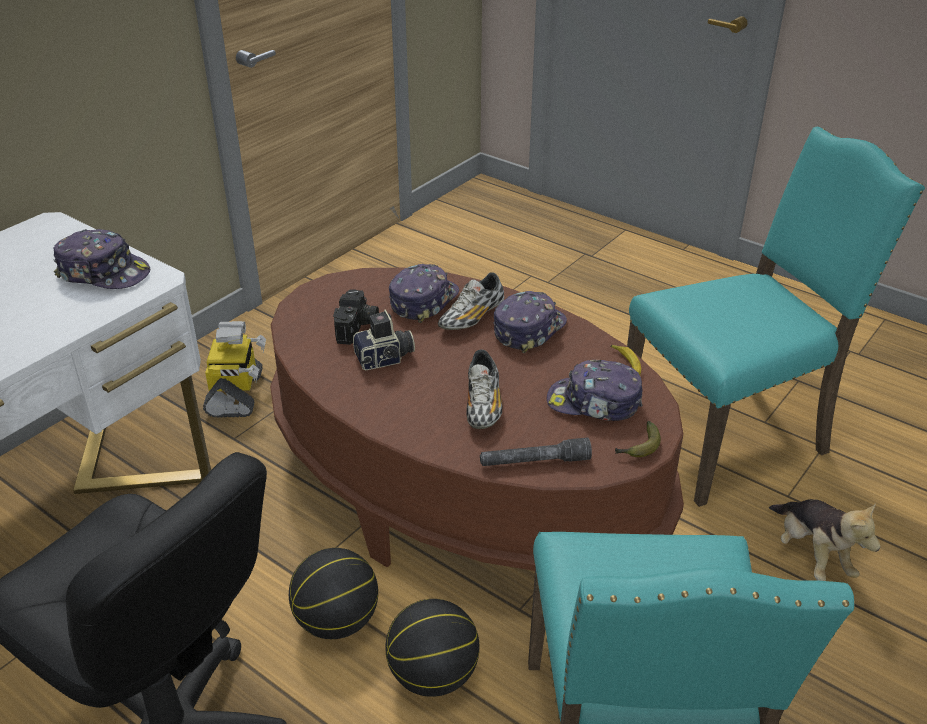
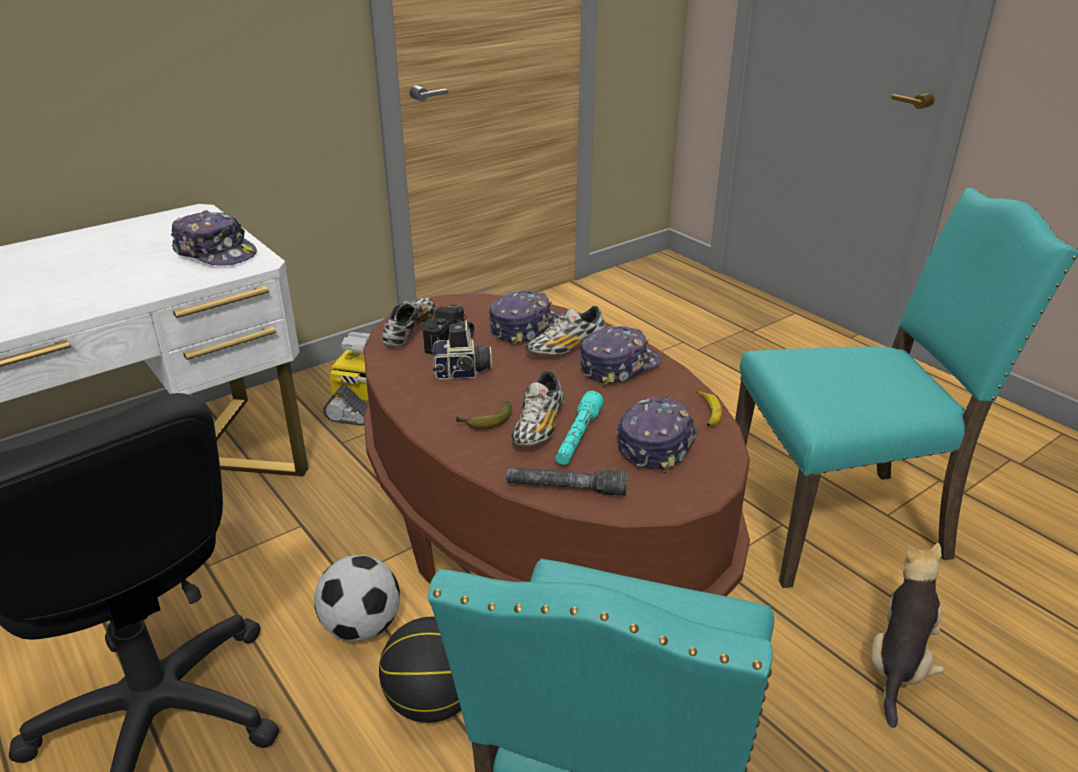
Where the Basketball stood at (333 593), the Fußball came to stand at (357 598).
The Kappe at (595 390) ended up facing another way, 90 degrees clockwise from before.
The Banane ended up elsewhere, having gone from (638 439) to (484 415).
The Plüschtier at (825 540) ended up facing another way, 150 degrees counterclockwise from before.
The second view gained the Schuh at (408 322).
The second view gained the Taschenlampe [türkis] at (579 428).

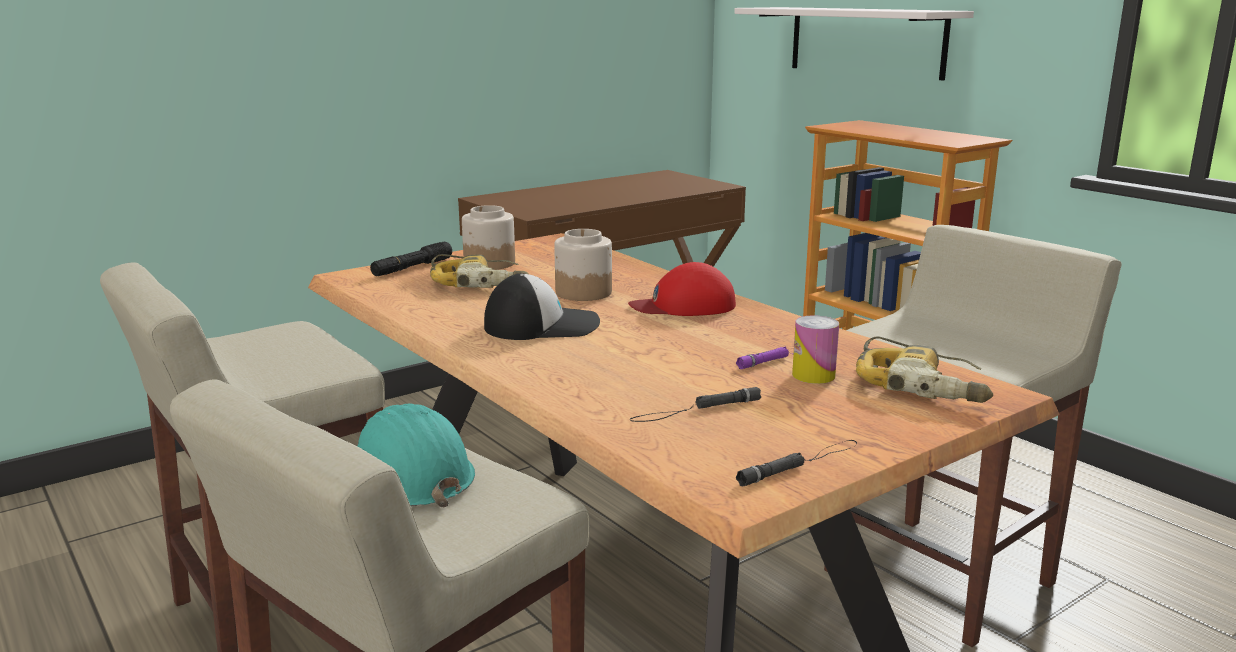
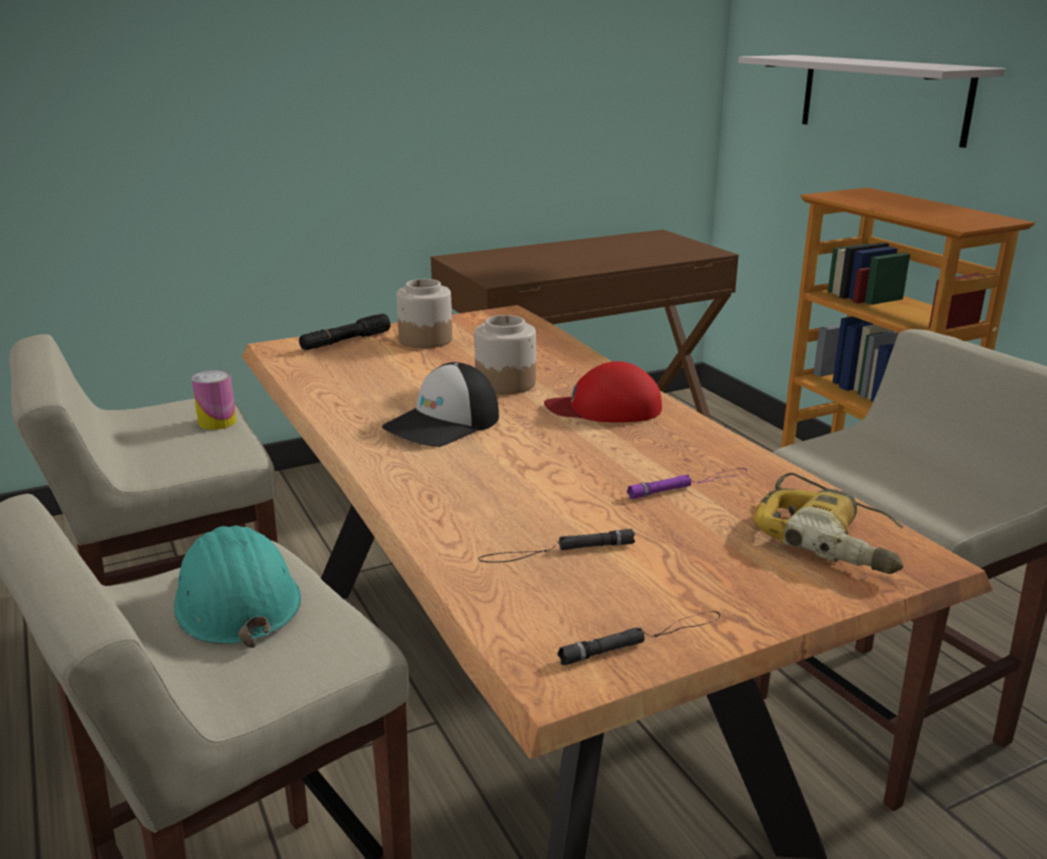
The second view lost the Bohrmaschine at (479 271).
The Kappe at (542 307) ended up facing another way, 135 degrees clockwise from before.
The Dose ended up elsewhere, having gone from (815 349) to (214 400).

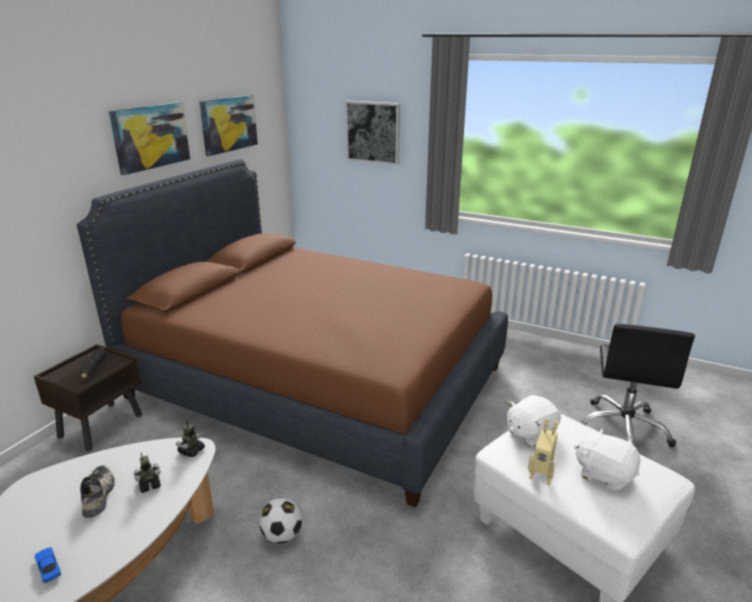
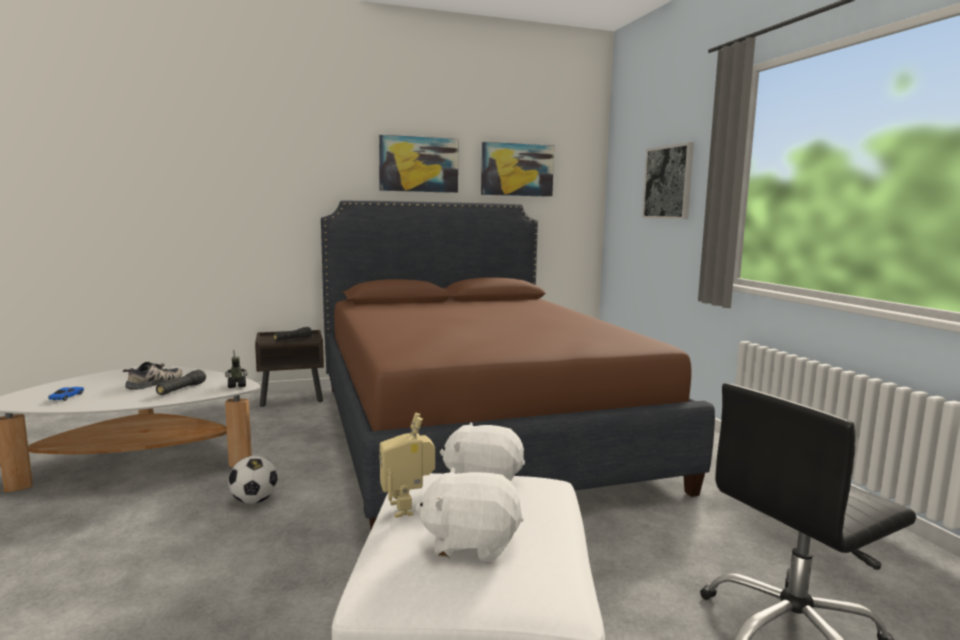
Where the Spielzeugroboter stood at (147 472), the Taschenlampe [schwarz] came to stand at (181 382).
The Plüschtier [weiß] at (607 459) ended up facing another way, 75 degrees counterclockwise from before.

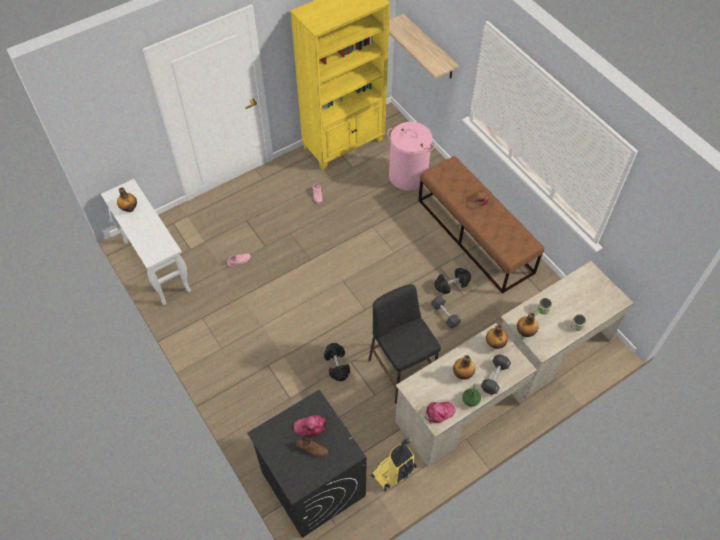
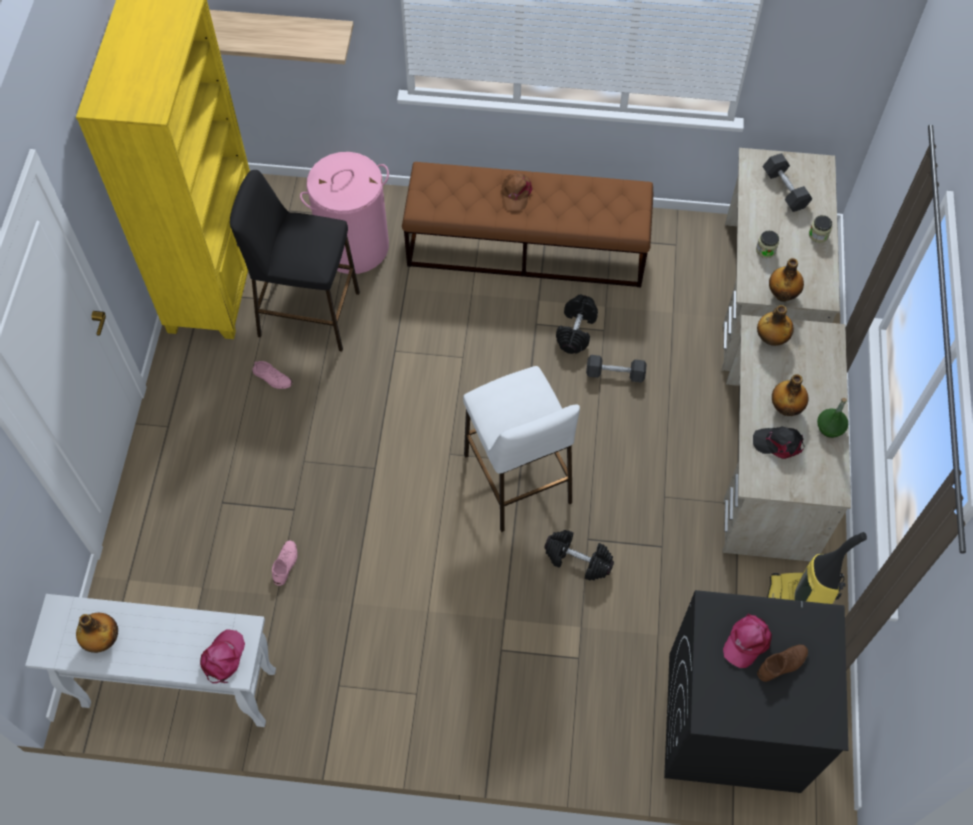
The Hocker [schwarz] ended up elsewhere, having gone from (405 344) to (295 260).
The Kappe [rosa] ended up elsewhere, having gone from (440 413) to (222 656).
The Hantel [schwarz] ended up elsewhere, having gone from (496 374) to (787 182).
The second view gained the Hocker [weiß] at (521 449).
The second view gained the Kappe [schwarz] at (778 442).

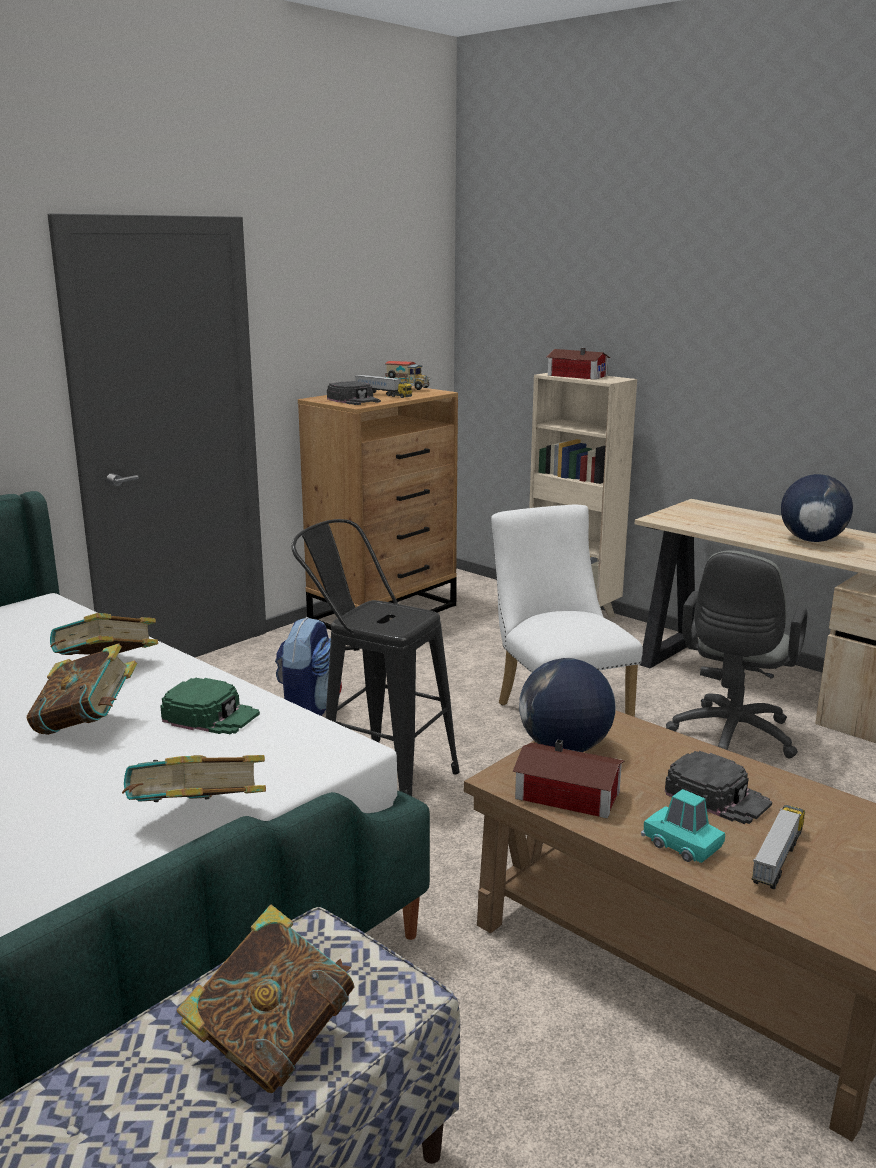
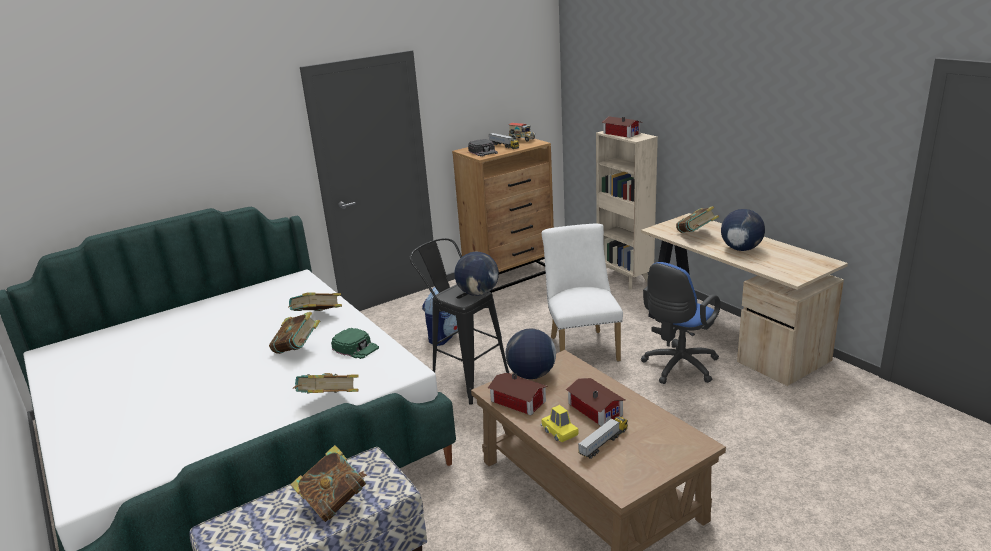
What was the Spielzeugauto [türkis] at (683 826) turned into the Spielzeugauto [gelb] at (560 423).
Where the Kappe [schwarz] stood at (718 787), the Spielzeughaus came to stand at (595 402).
What was the Bürostuhl [grau] at (736 654) turned into the Bürostuhl [blau] at (680 323).
The second view gained the Globus at (476 274).
The second view gained the Buch at (697 219).

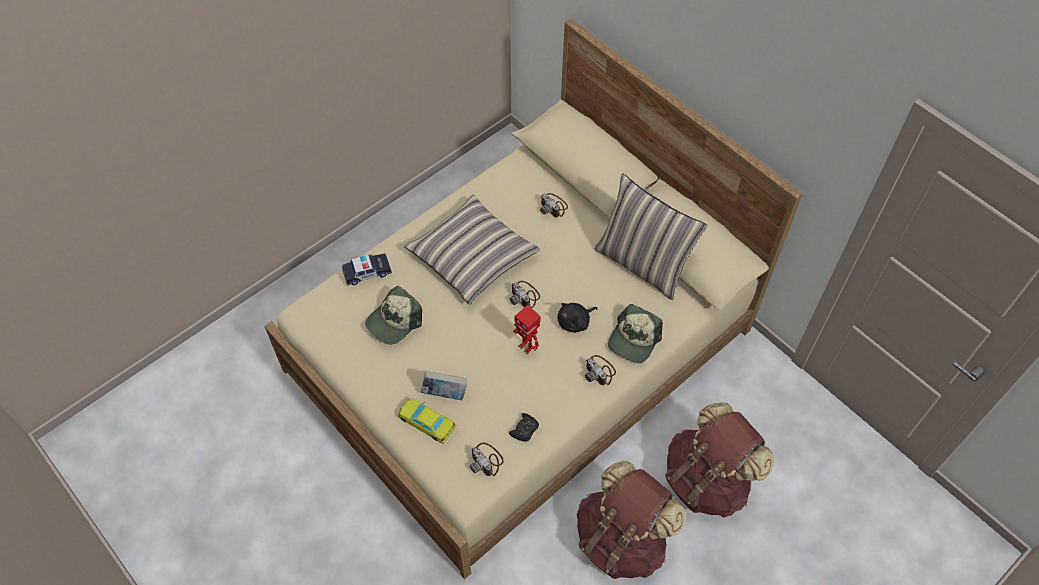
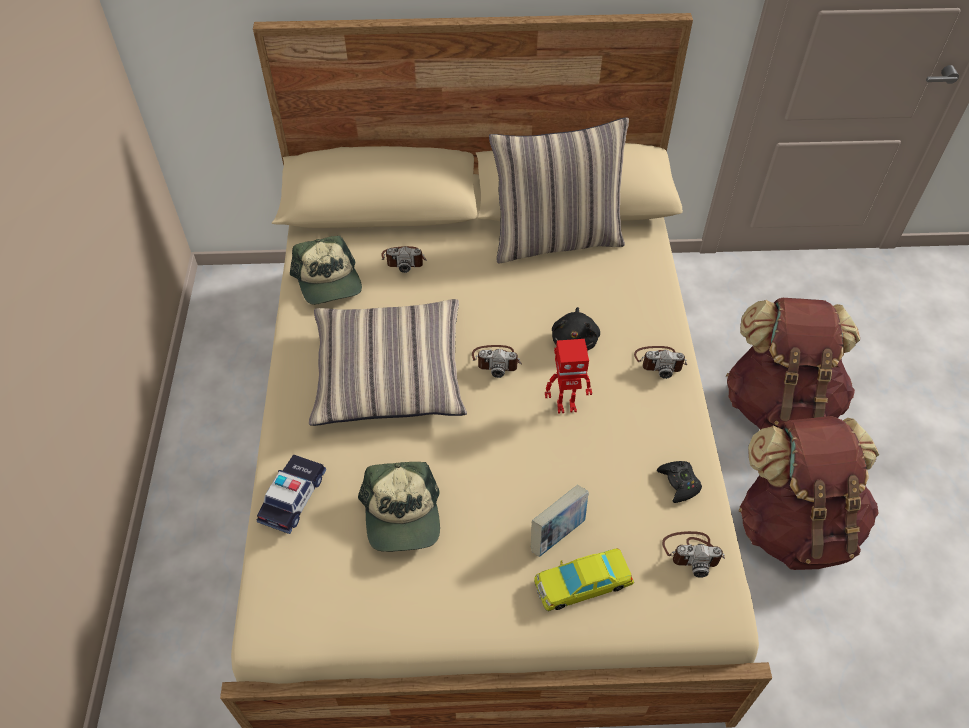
The Kappe ended up elsewhere, having gone from (635 333) to (326 270).

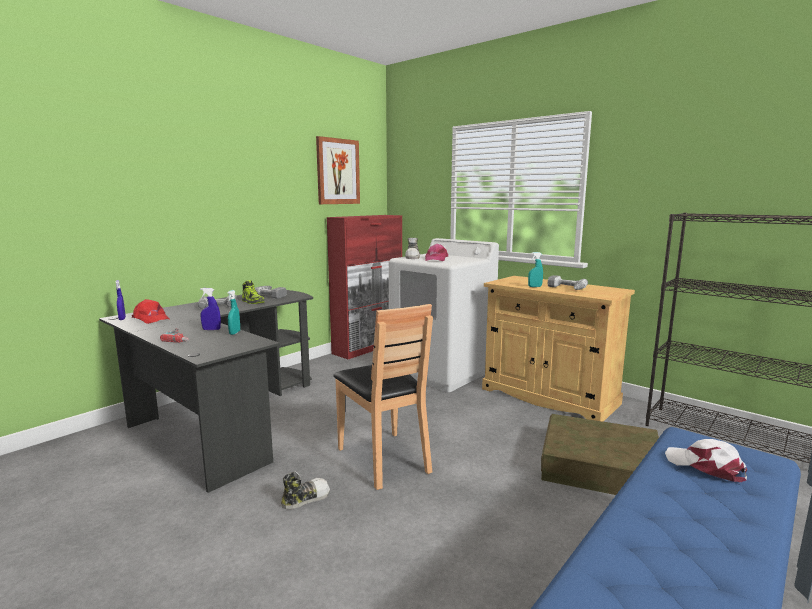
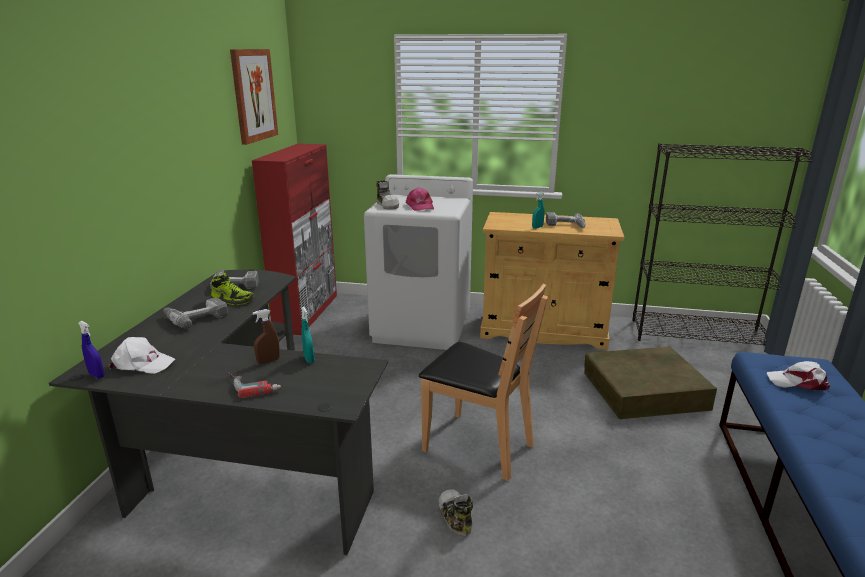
What was the Kappe [rot] at (150 311) turned into the Kappe [weiß] at (142 355).
What was the Sprühflasche [blau] at (210 309) turned into the Sprühflasche [braun] at (266 336).
The Schuh at (305 490) ended up facing another way, 45 degrees counterclockwise from before.

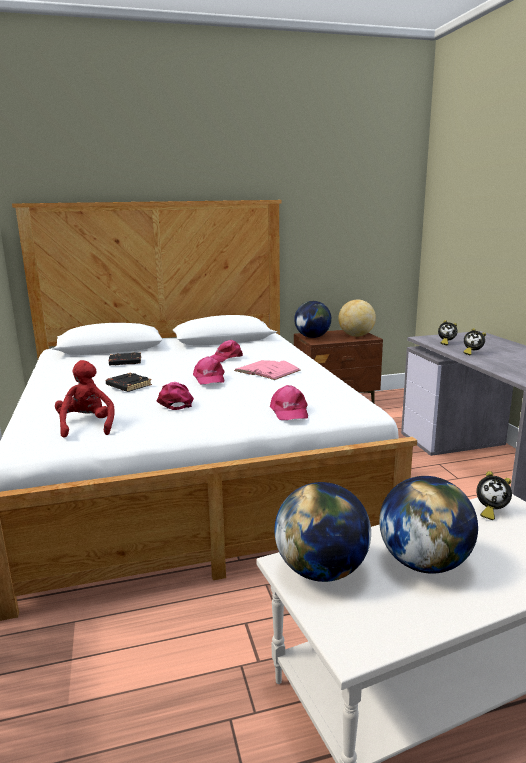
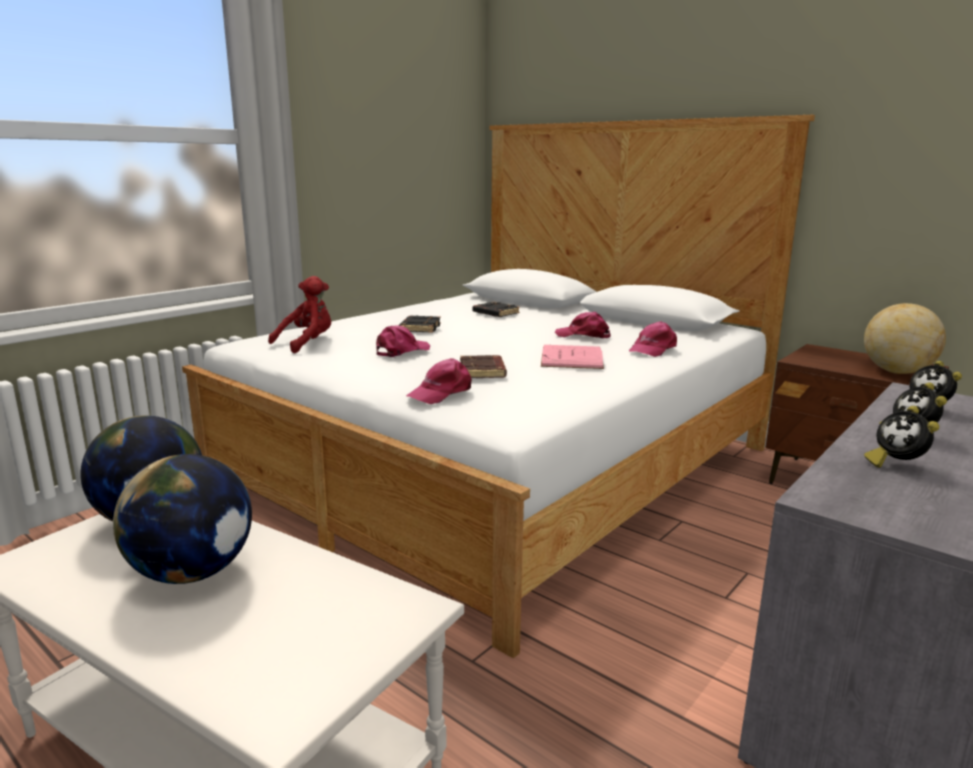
The Kappe [rosa] ended up elsewhere, having gone from (209 370) to (653 339).
The second view lost the Globus at (313 319).
The Wecker ended up elsewhere, having gone from (494 495) to (901 437).
The second view gained the Buch [braun] at (483 366).

